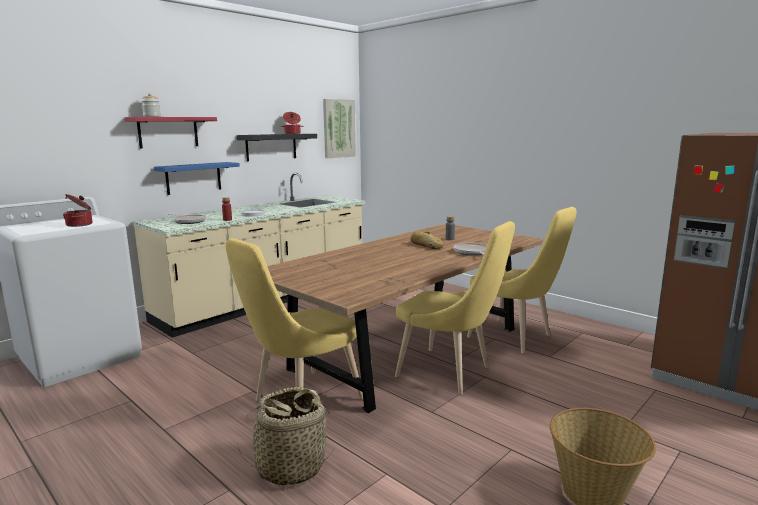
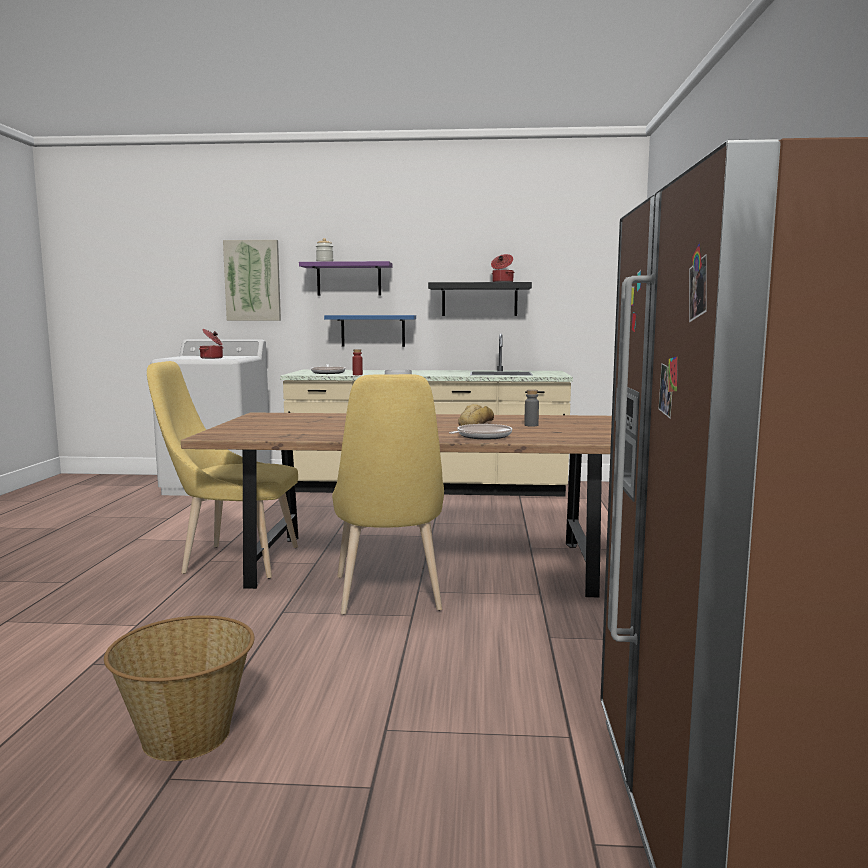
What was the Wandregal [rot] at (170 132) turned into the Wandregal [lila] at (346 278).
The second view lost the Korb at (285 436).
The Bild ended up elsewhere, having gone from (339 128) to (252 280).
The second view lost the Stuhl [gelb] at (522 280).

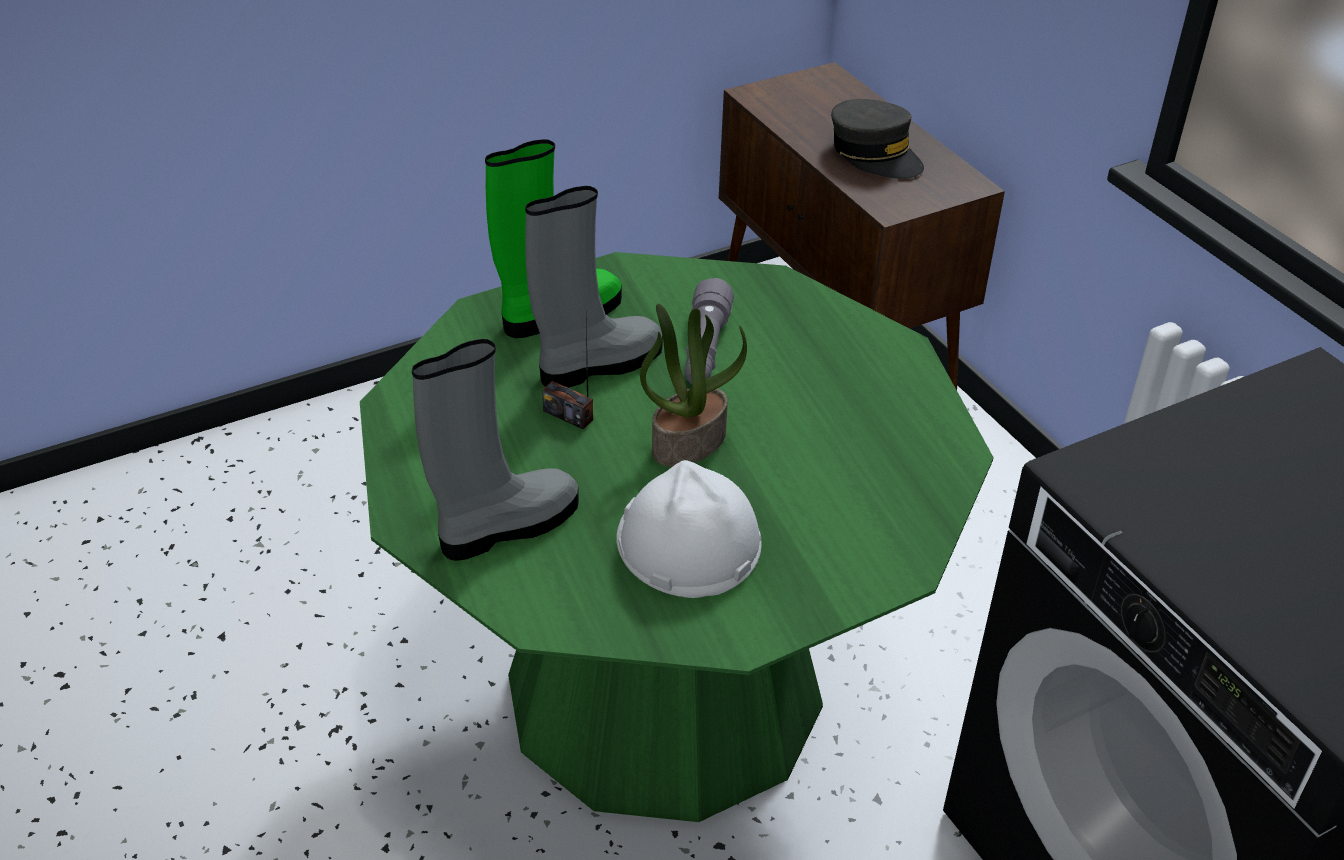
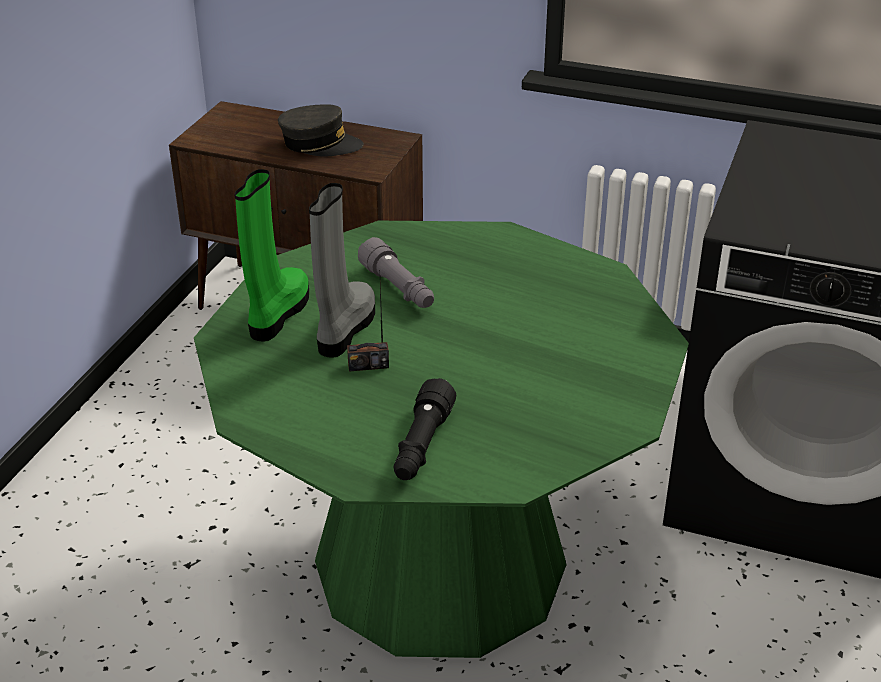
Where the Stiefel [grau] stood at (495 450), the Taschenlampe [schwarz] came to stand at (425 429).
The second view lost the Schutzhelm [weiß] at (689 529).
The second view lost the Topfpflanze at (693 385).

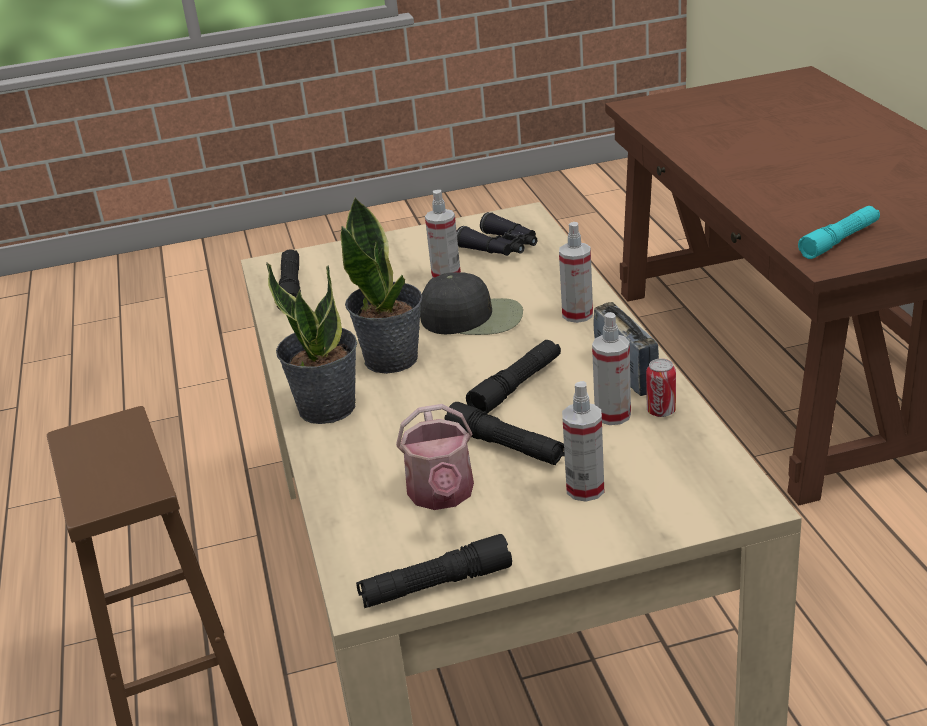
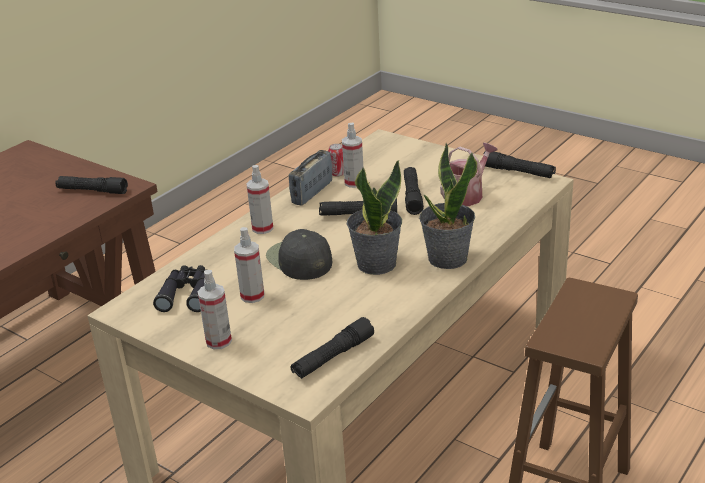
The Sprühflasche ended up elsewhere, having gone from (583 441) to (215 309).
What was the Taschenlampe [türkis] at (839 232) turned into the Taschenlampe [schwarz] at (91 185).

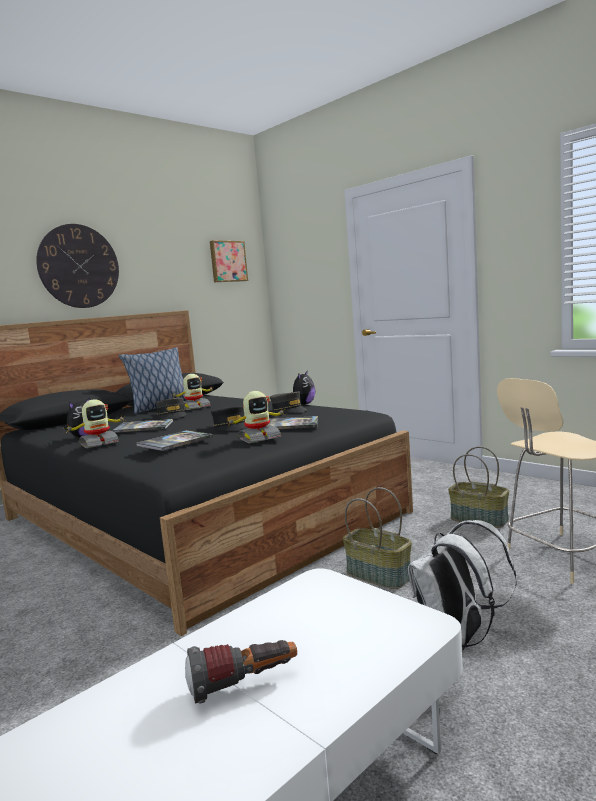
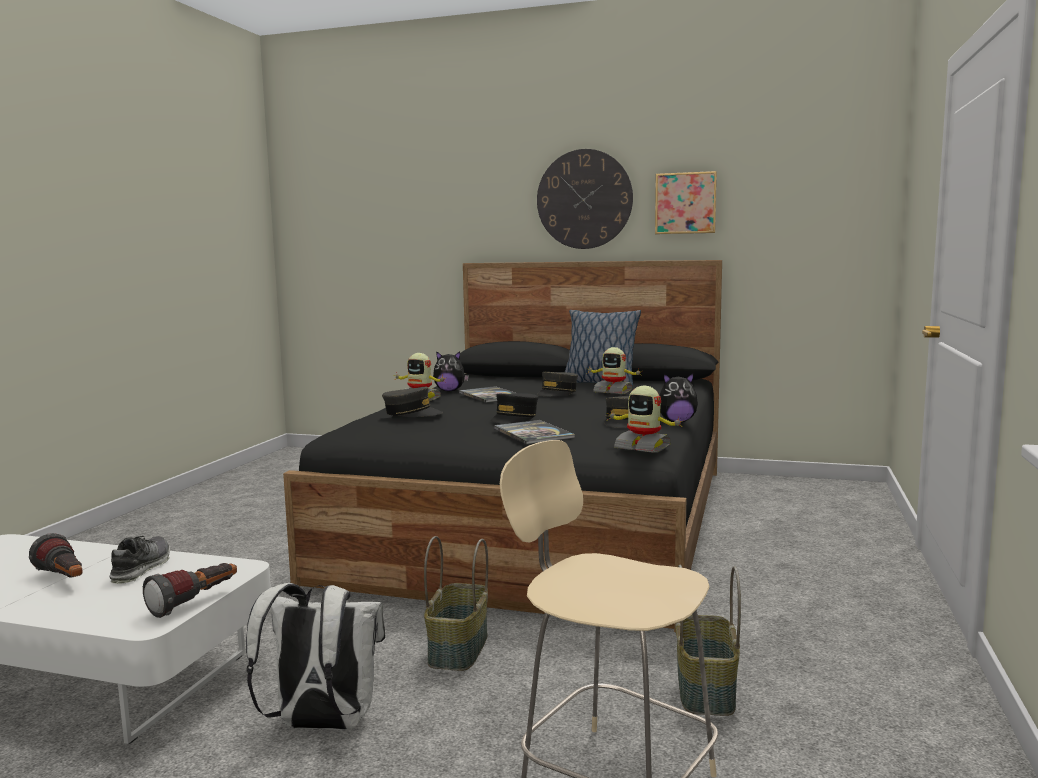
Where the Buch stood at (175 440), the Kappe [grau] came to stand at (412 402).
The Bild ended up elsewhere, having gone from (229 261) to (686 202).
The Spielzeugroboter ended up elsewhere, having gone from (257 417) to (645 419).
The second view gained the Schuh at (139 560).
The second view gained the Taschenlampe at (190 590).

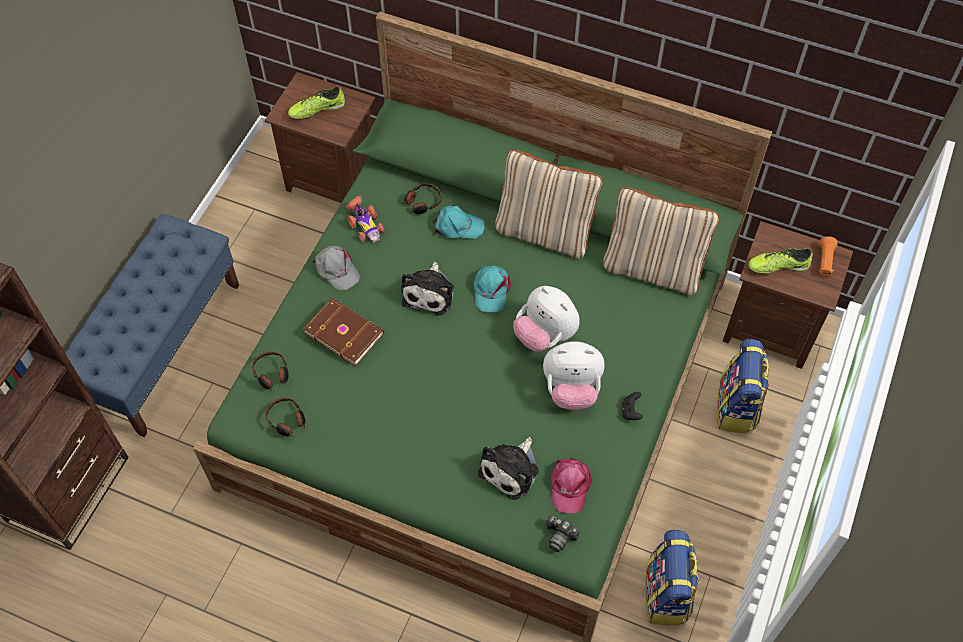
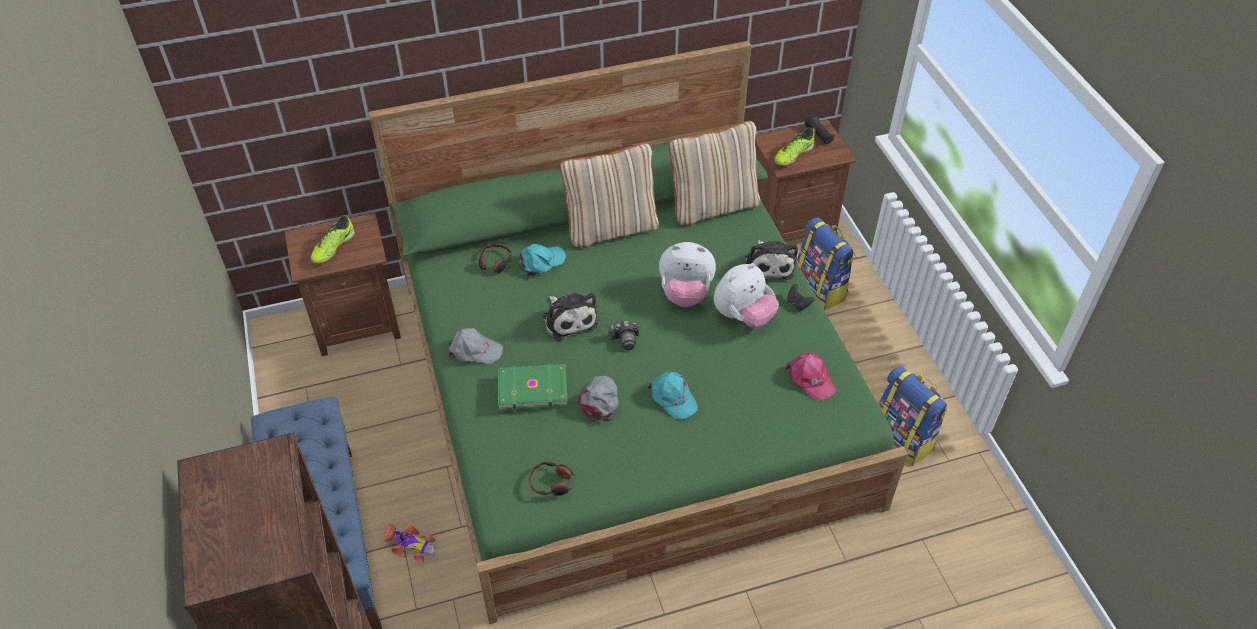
The second view lost the Kopfhörer at (270 370).
What was the Buch [braun] at (343 332) turned into the Buch [grün] at (533 387).
The Spielzeugauto ended up elsewhere, having gone from (365 219) to (411 542).
The Kappe [türkis] ended up elsewhere, having gone from (492 288) to (673 395).
The Plüschtier ended up elsewhere, having gone from (508 468) to (772 260).
The Kamera ended up elsewhere, having gone from (562 533) to (623 335).
What was the Taschenlampe [orange] at (828 256) turned into the Taschenlampe [schwarz] at (819 129).
The second view gained the Kappe [grau] at (598 399).

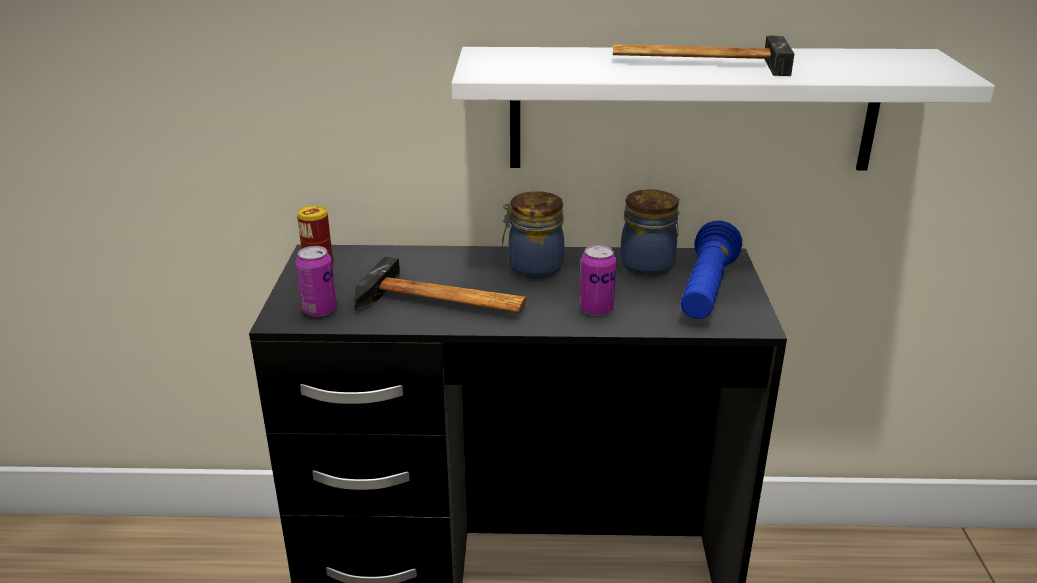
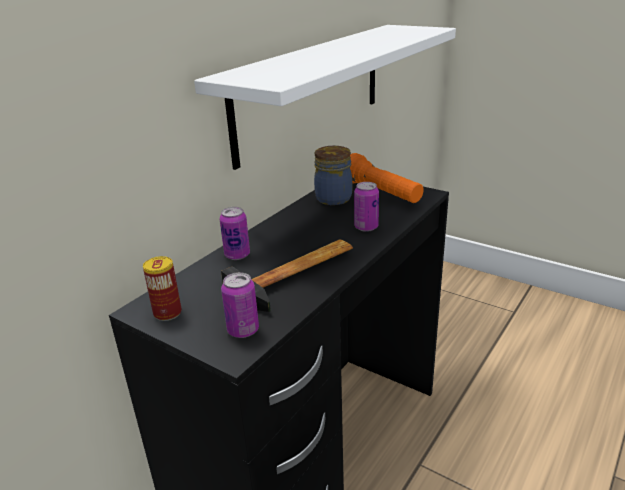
The second view lost the Vorratsglas at (533 235).
The second view lost the Hammer at (703 56).
What was the Taschenlampe [blau] at (711 270) turned into the Taschenlampe [orange] at (387 178).
The second view gained the Dose at (235 233).

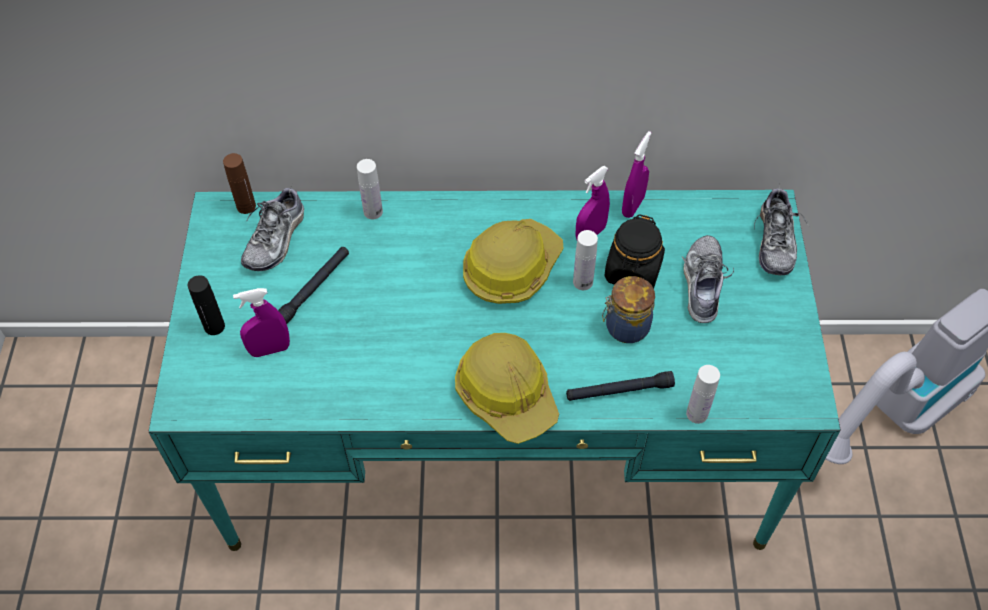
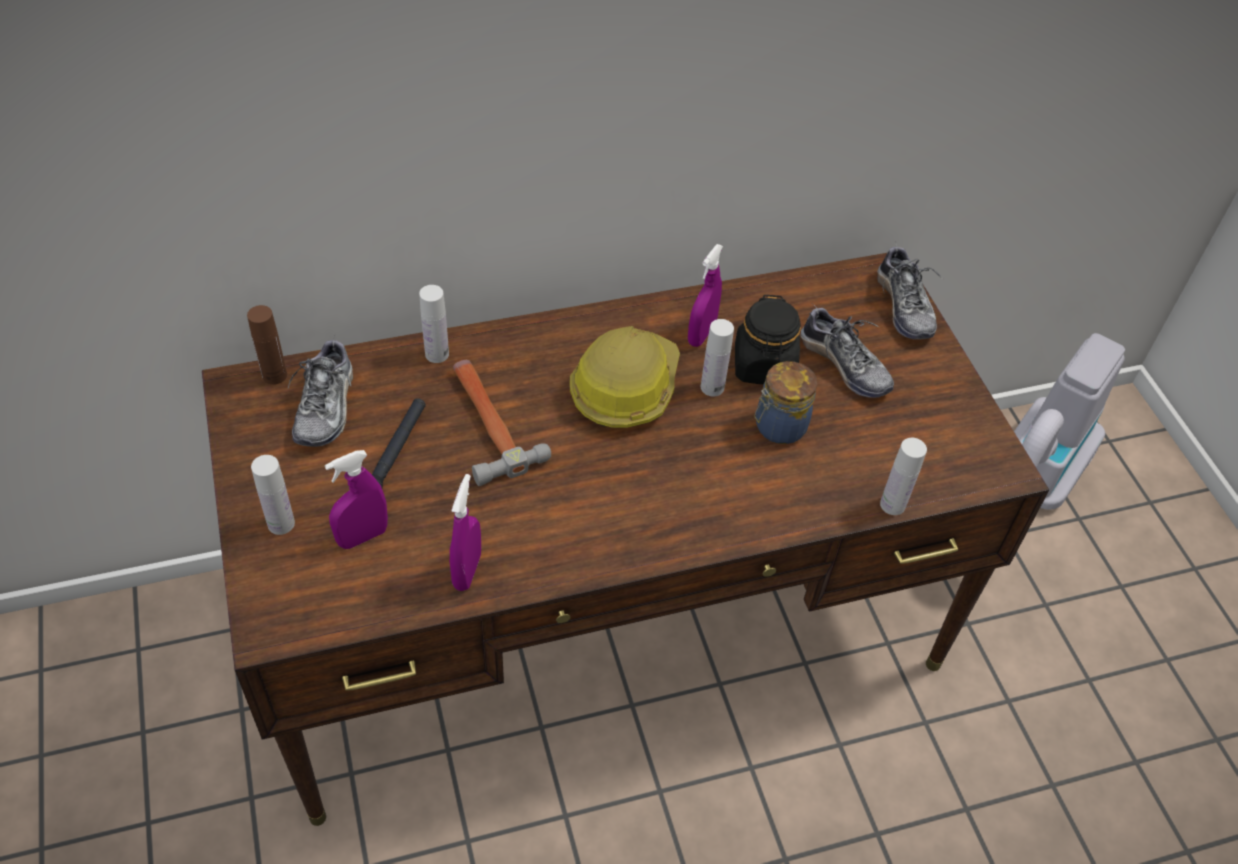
What was the Schreibtisch [türkis] at (494 370) turned into the Schreibtisch [braun] at (625 539).
What was the Flasche [schwarz] at (206 305) turned into the Flasche [weiß] at (273 495).
The second view lost the Schutzhelm at (507 388).
The second view lost the Taschenlampe [schwarz] at (620 386).
The Sprühflasche [lila] ended up elsewhere, having gone from (636 174) to (465 532).
The Schuh at (708 279) ended up facing another way, 150 degrees clockwise from before.
The second view gained the Hammer at (502 423).

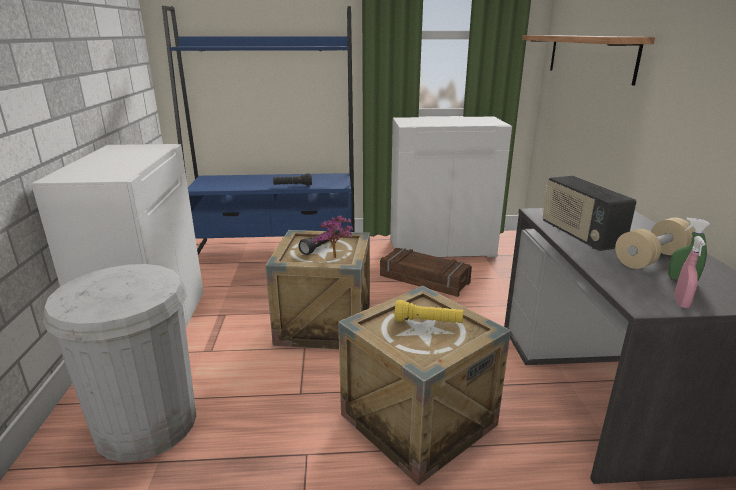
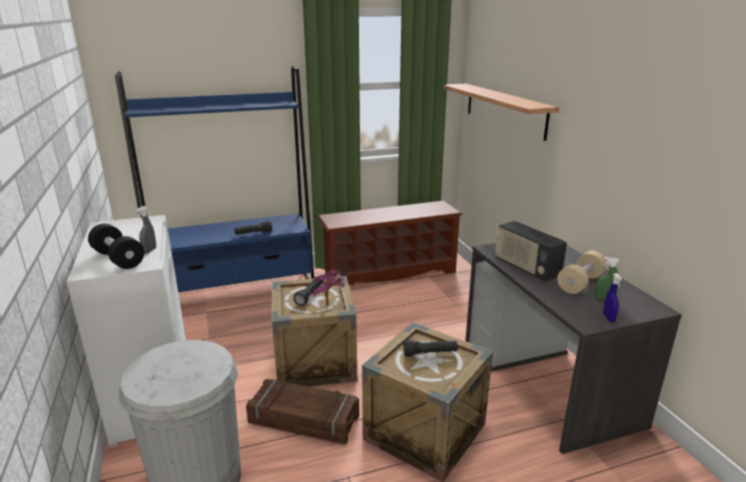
The Kiste ended up elsewhere, having gone from (426 272) to (302 412).
Where the Schrank [weiß] stood at (451 187), the Schuhregal [braun] came to stand at (390 243).
What was the Taschenlampe [gelb] at (428 311) turned into the Taschenlampe [schwarz] at (430 348).
What was the Sprühflasche [rosa] at (690 272) turned into the Sprühflasche [blau] at (612 297).
The second view gained the Hantel [schwarz] at (116 246).
The second view gained the Sprühflasche [grau] at (146 230).

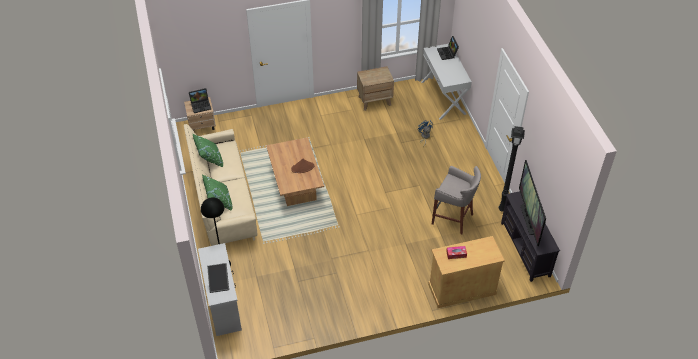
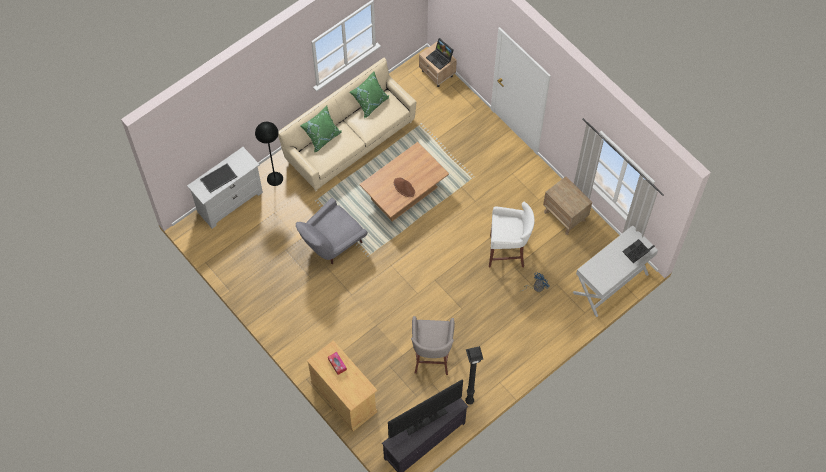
The second view gained the Sessel [grau] at (332 231).
The second view gained the Hocker [weiß] at (512 234).

